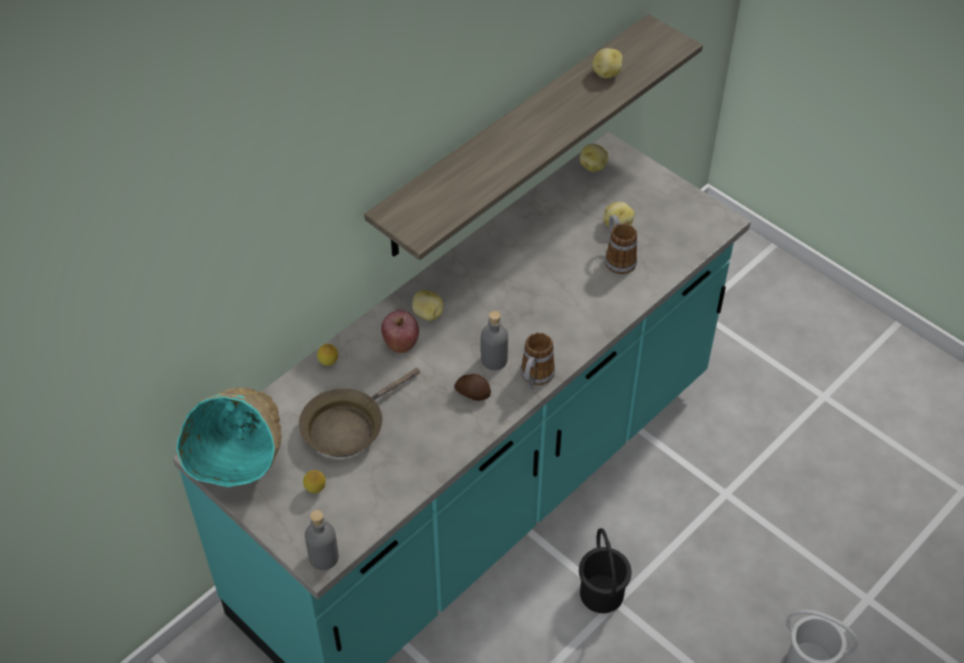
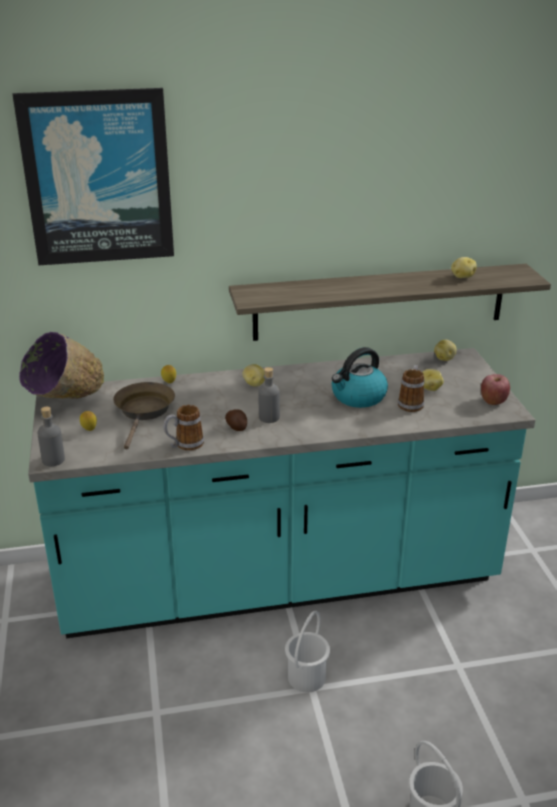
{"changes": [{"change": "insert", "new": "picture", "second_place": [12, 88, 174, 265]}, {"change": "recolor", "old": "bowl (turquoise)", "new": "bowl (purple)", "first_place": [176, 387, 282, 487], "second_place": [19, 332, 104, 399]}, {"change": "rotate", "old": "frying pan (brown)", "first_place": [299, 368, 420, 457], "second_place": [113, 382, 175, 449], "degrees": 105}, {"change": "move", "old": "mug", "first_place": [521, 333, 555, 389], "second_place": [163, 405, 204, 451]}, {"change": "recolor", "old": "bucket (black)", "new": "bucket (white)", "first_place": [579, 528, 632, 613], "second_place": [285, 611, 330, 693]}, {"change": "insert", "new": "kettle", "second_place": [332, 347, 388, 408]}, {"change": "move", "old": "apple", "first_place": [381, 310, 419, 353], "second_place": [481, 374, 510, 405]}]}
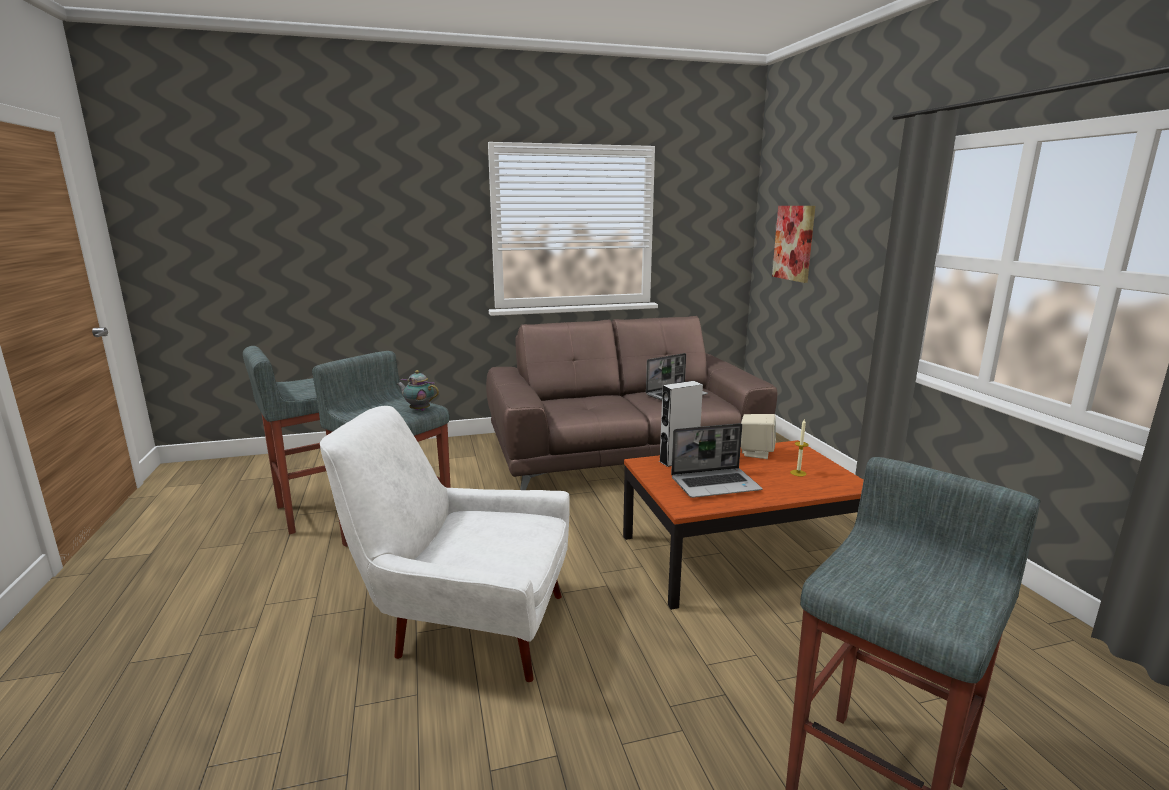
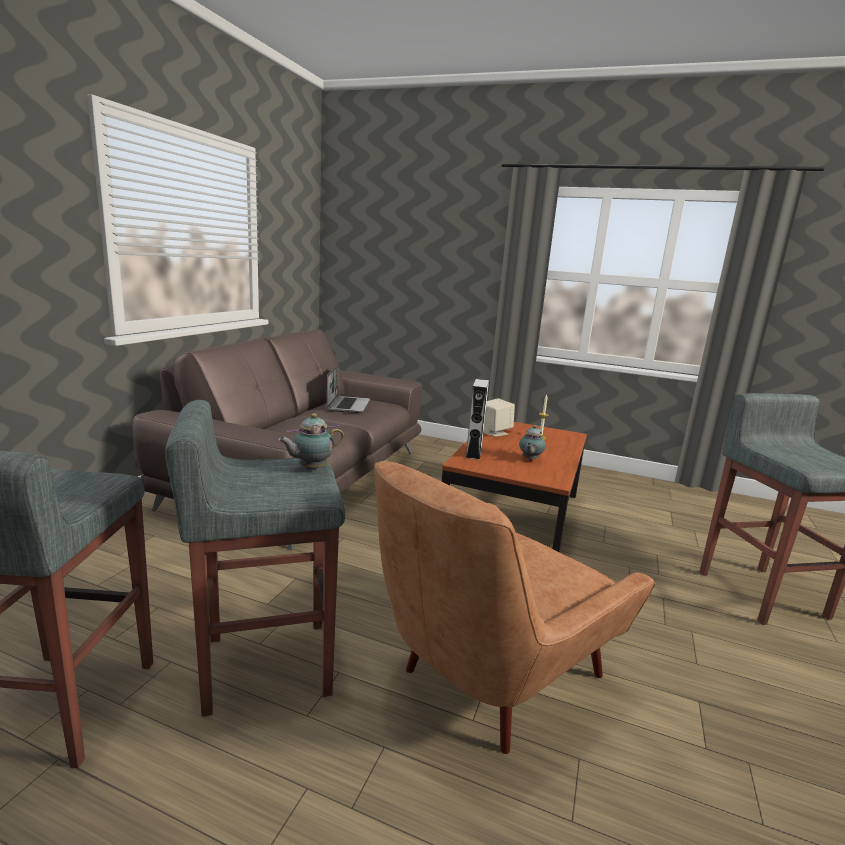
{"changes": [{"change": "recolor", "old": "armchair (white)", "new": "armchair (brown)", "first_place": [320, 406, 570, 682], "second_place": [374, 461, 656, 754]}, {"change": "replace", "old": "laptop", "new": "teapot", "first_place": [671, 423, 762, 498], "second_place": [519, 425, 546, 461]}, {"change": "delete", "old": "picture", "first_place": [772, 206, 815, 283]}]}
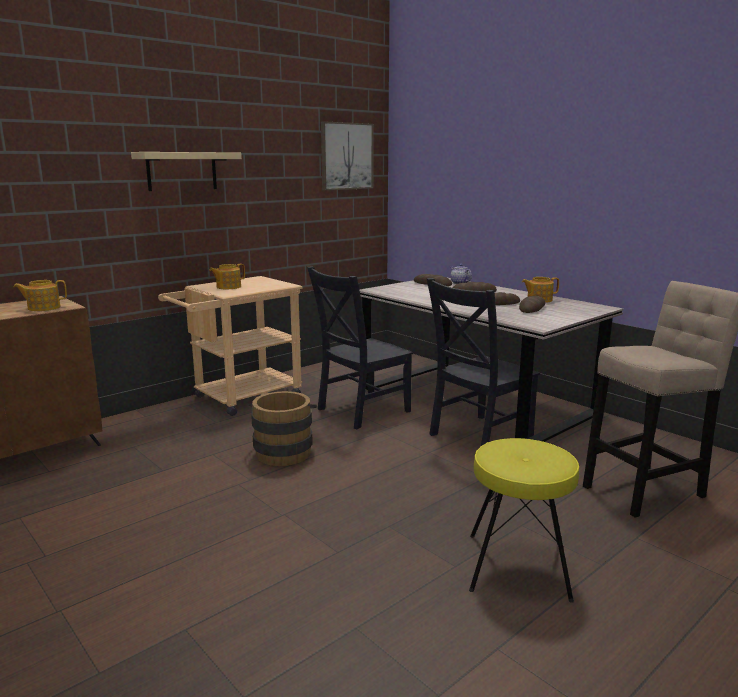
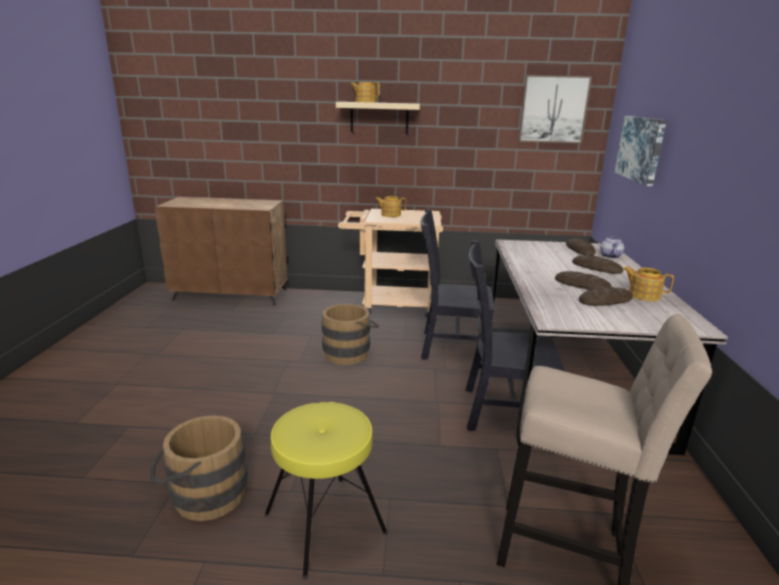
{"changes": [{"change": "insert", "new": "bucket (brown)", "second_place": [150, 415, 247, 521]}, {"change": "move", "old": "teapot", "first_place": [13, 280, 67, 311], "second_place": [351, 82, 380, 103]}, {"change": "insert", "new": "picture", "second_place": [615, 116, 667, 186]}]}
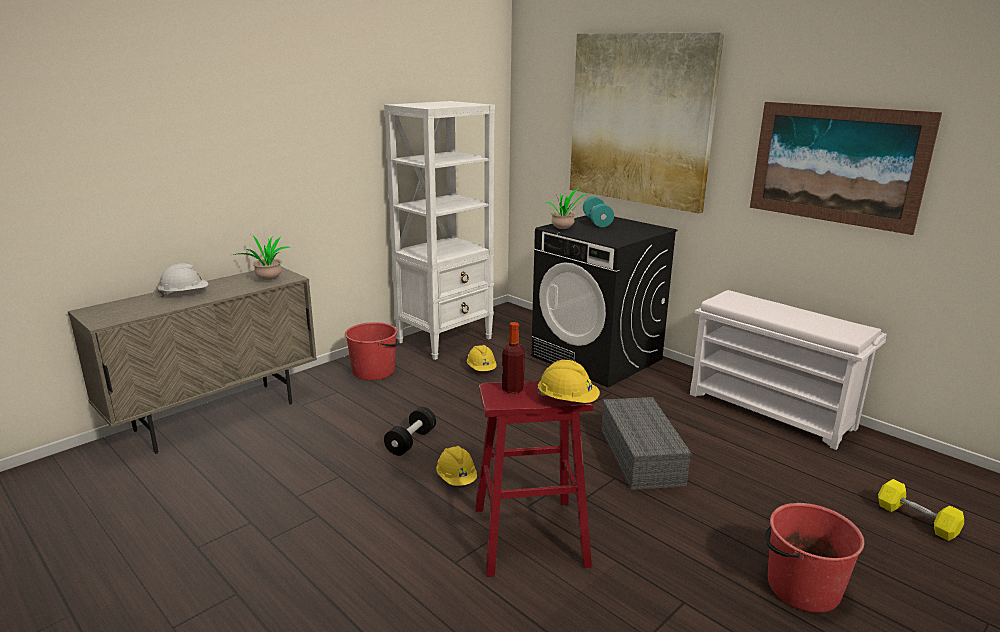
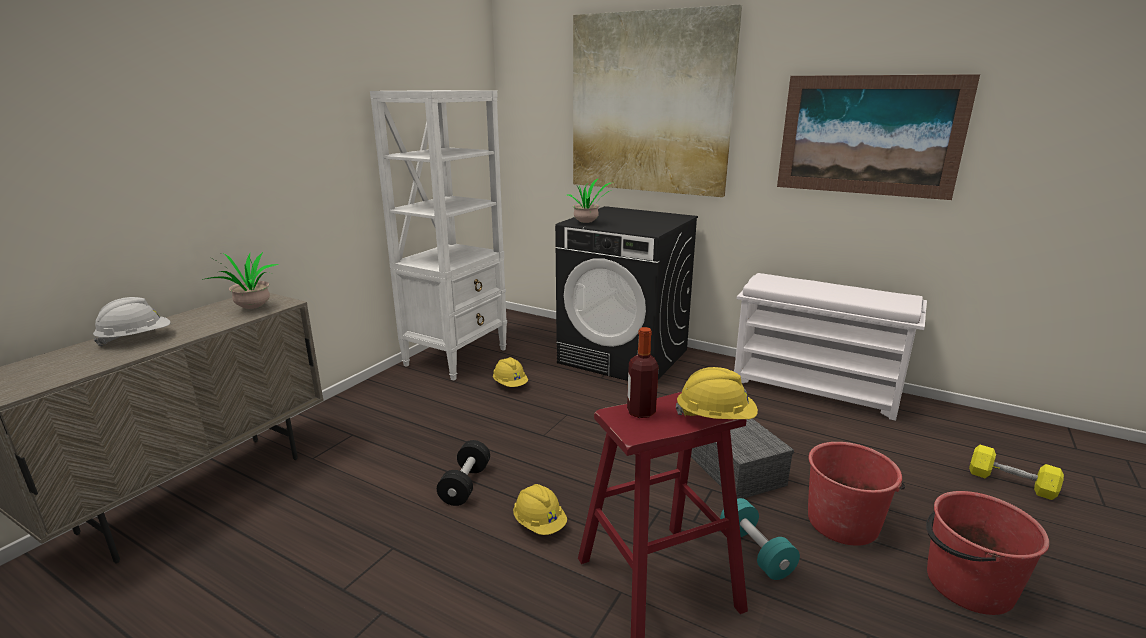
{"changes": [{"change": "move", "old": "dumbbell (turquoise)", "first_place": [583, 197, 614, 227], "second_place": [720, 498, 800, 580]}, {"change": "move", "old": "bucket (red)", "first_place": [345, 322, 399, 380], "second_place": [808, 442, 905, 546]}]}
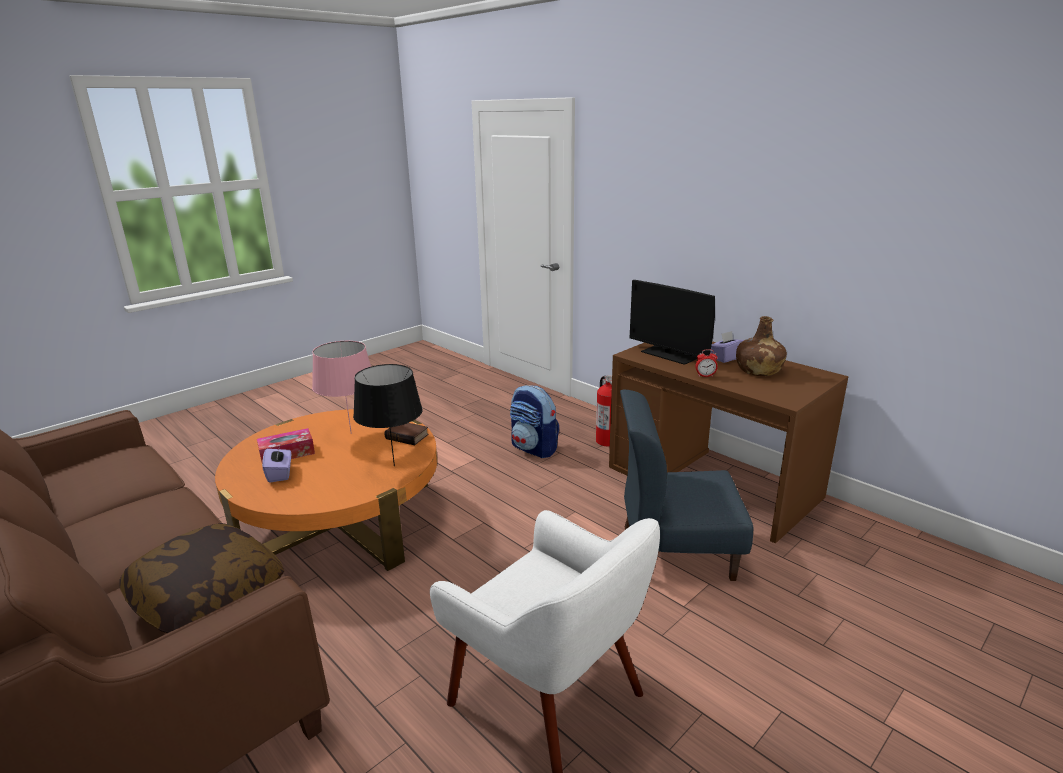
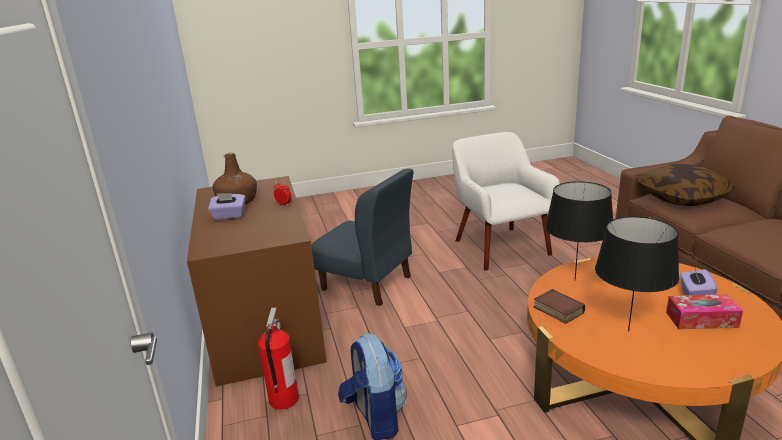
{"changes": [{"change": "recolor", "old": "table lamp (pink)", "new": "table lamp (black)", "first_place": [312, 341, 371, 434], "second_place": [595, 216, 679, 332]}, {"change": "delete", "old": "monitor", "first_place": [630, 280, 715, 365]}]}
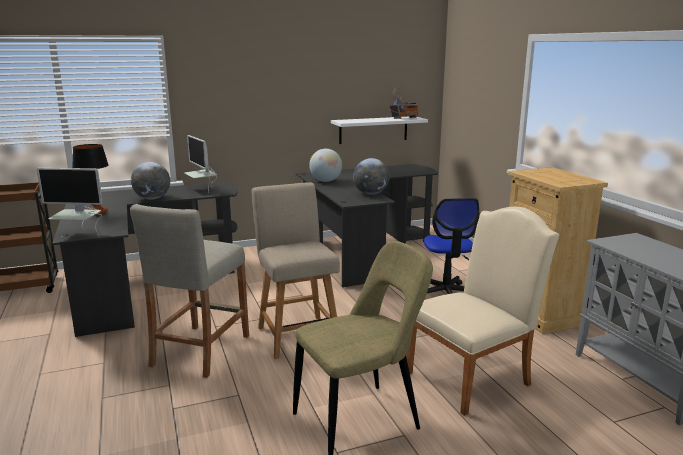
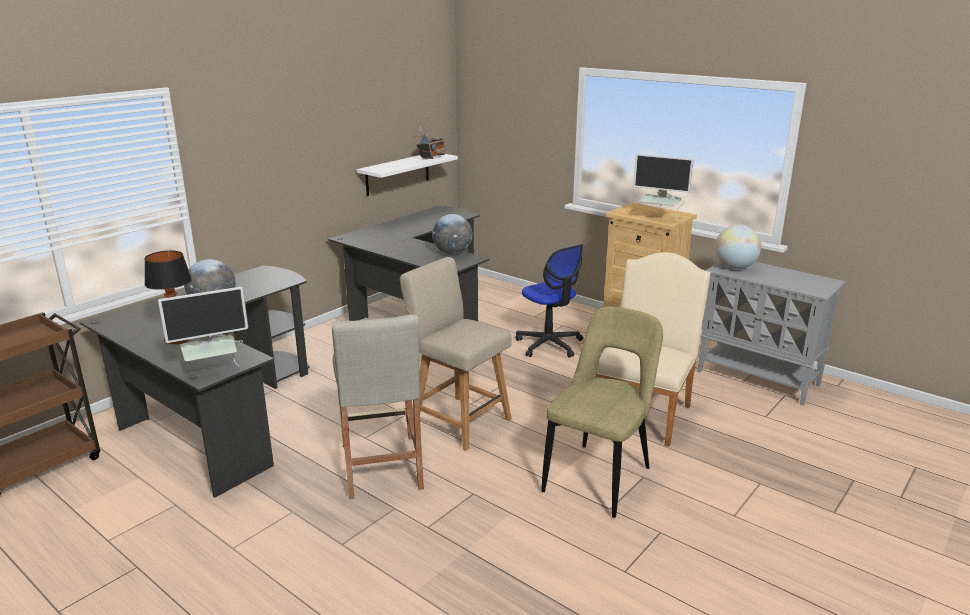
{"changes": [{"change": "move", "old": "monitor", "first_place": [185, 135, 217, 193], "second_place": [633, 154, 694, 221]}, {"change": "move", "old": "globe", "first_place": [309, 149, 342, 182], "second_place": [715, 225, 761, 269]}]}
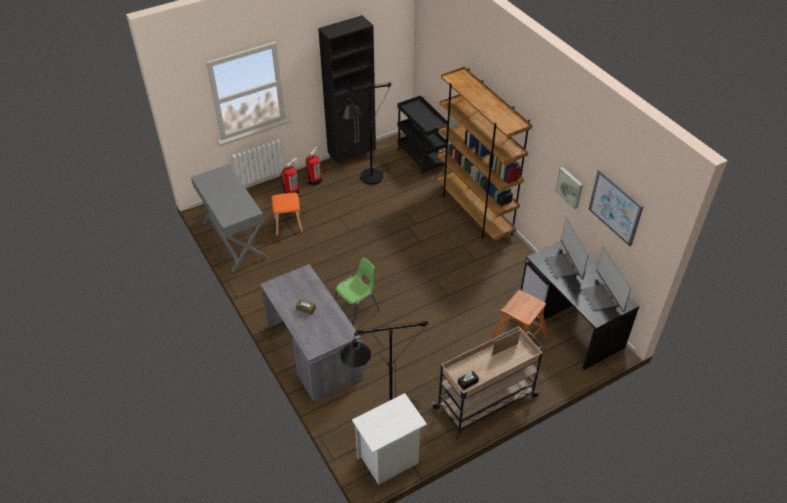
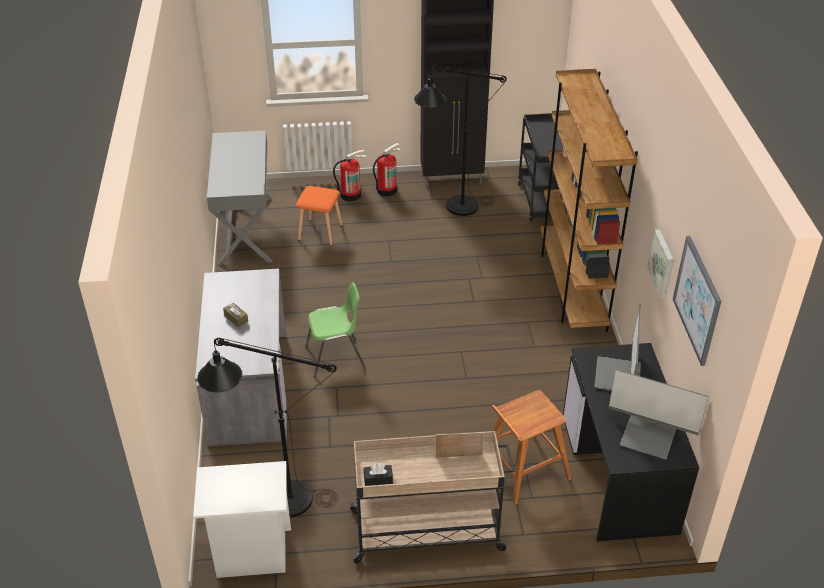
{"changes": [{"change": "rotate", "old": "monitor", "first_place": [582, 247, 631, 312], "second_place": [609, 369, 709, 459], "degrees": -75}]}
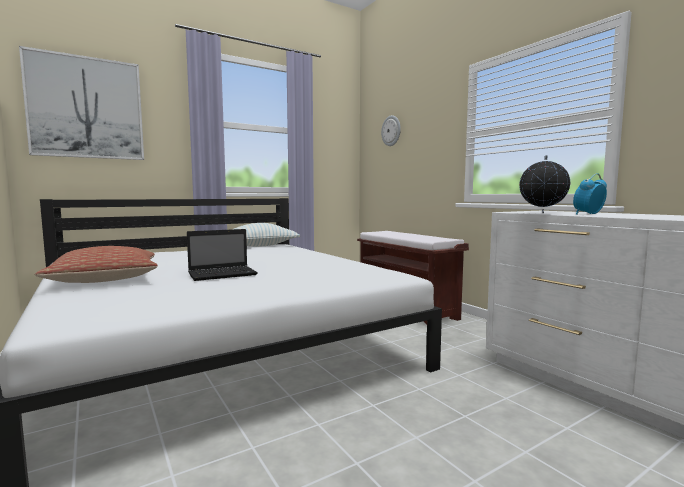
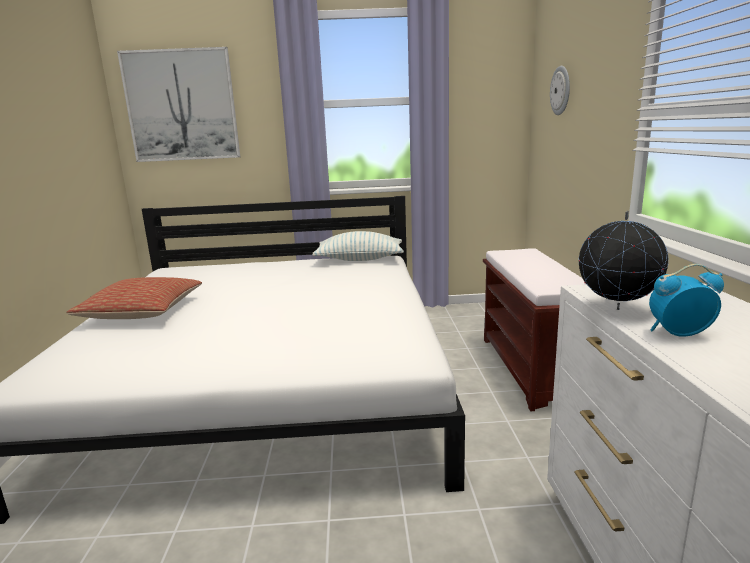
{"changes": [{"change": "delete", "old": "laptop", "first_place": [187, 229, 258, 281]}]}
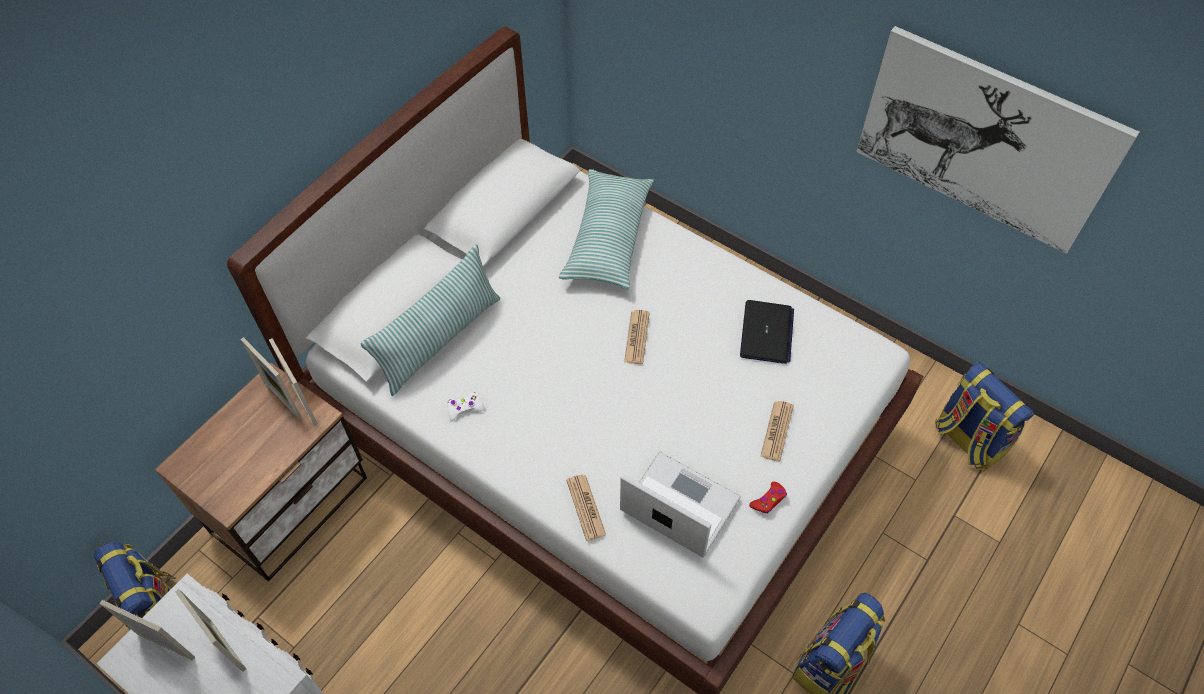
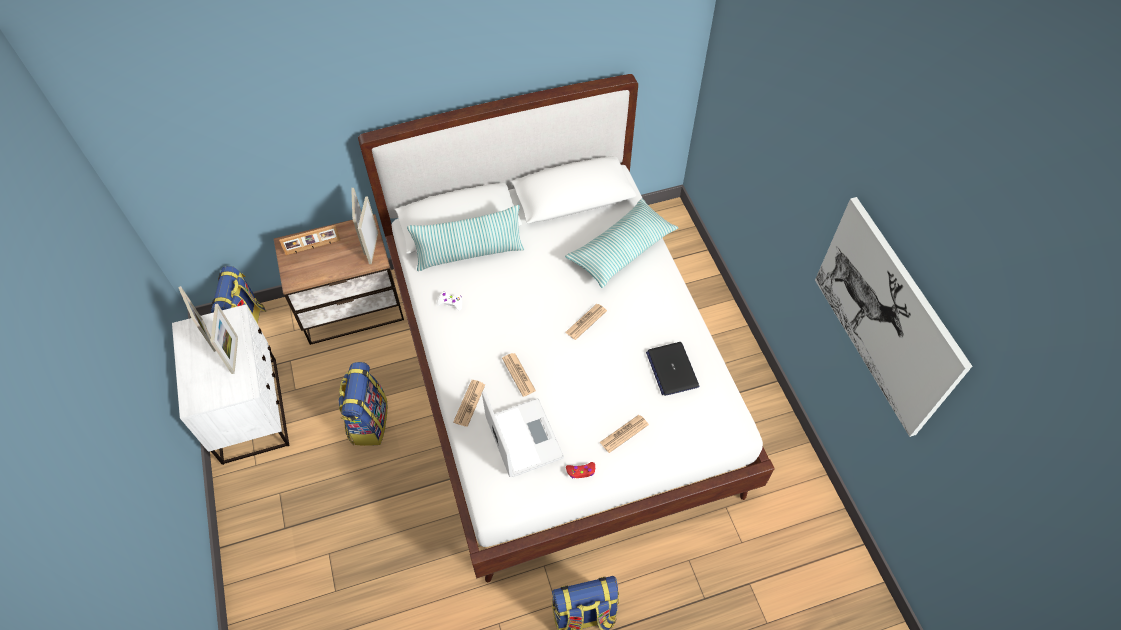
{"changes": [{"change": "insert", "new": "picture frame", "second_place": [279, 225, 340, 255]}, {"change": "move", "old": "backpack", "first_place": [935, 362, 1034, 472], "second_place": [338, 362, 387, 446]}, {"change": "insert", "new": "newspaper", "second_place": [502, 353, 536, 397]}, {"change": "rotate", "old": "laptop", "first_place": [740, 300, 794, 364], "second_place": [646, 342, 699, 396], "degrees": 120}]}
